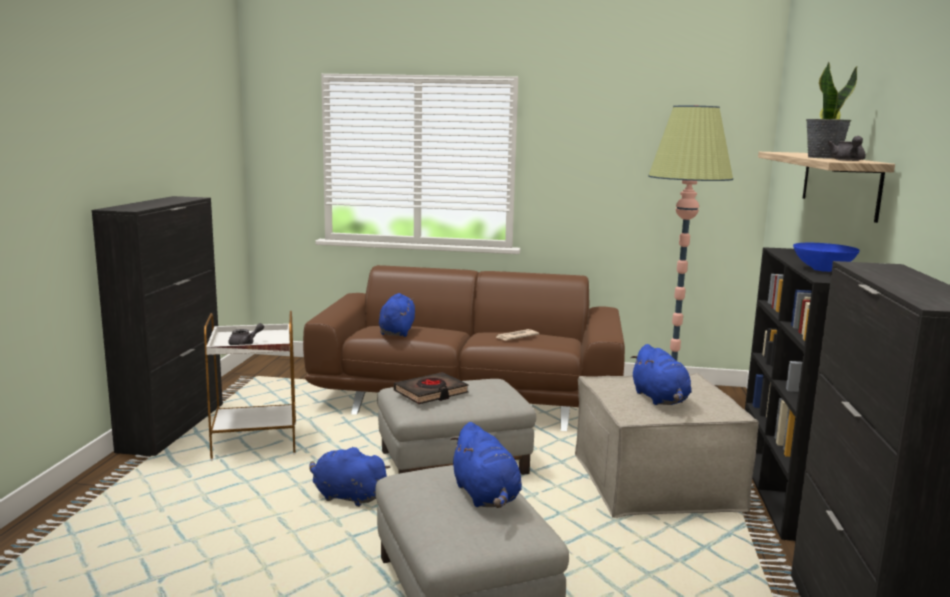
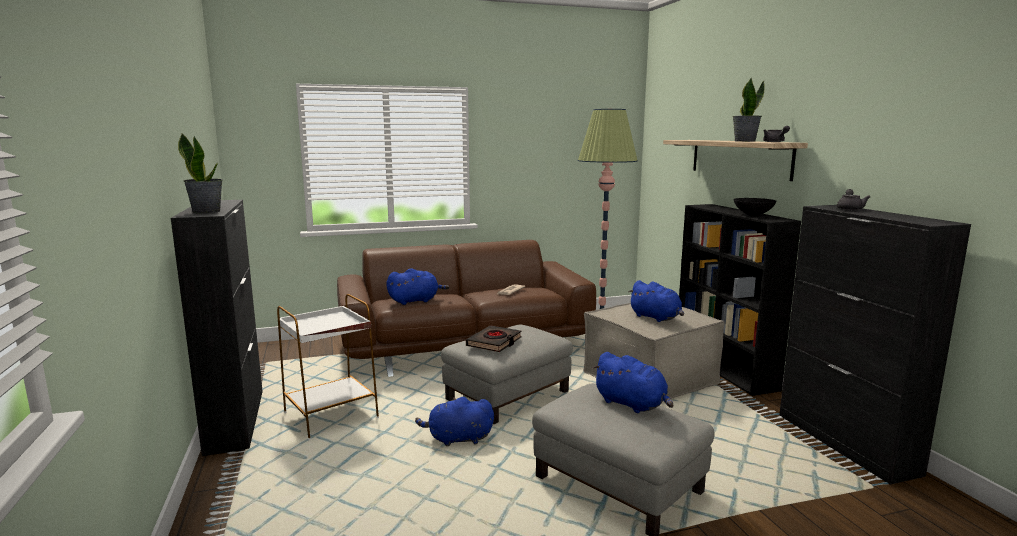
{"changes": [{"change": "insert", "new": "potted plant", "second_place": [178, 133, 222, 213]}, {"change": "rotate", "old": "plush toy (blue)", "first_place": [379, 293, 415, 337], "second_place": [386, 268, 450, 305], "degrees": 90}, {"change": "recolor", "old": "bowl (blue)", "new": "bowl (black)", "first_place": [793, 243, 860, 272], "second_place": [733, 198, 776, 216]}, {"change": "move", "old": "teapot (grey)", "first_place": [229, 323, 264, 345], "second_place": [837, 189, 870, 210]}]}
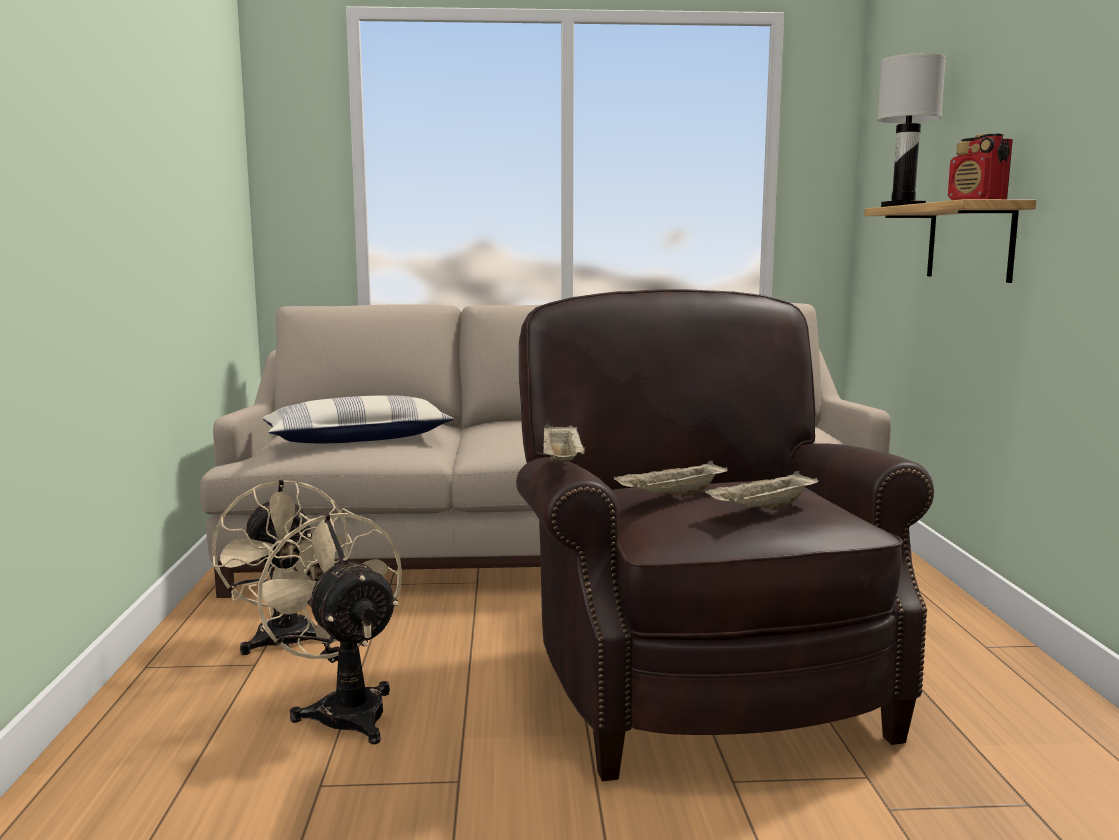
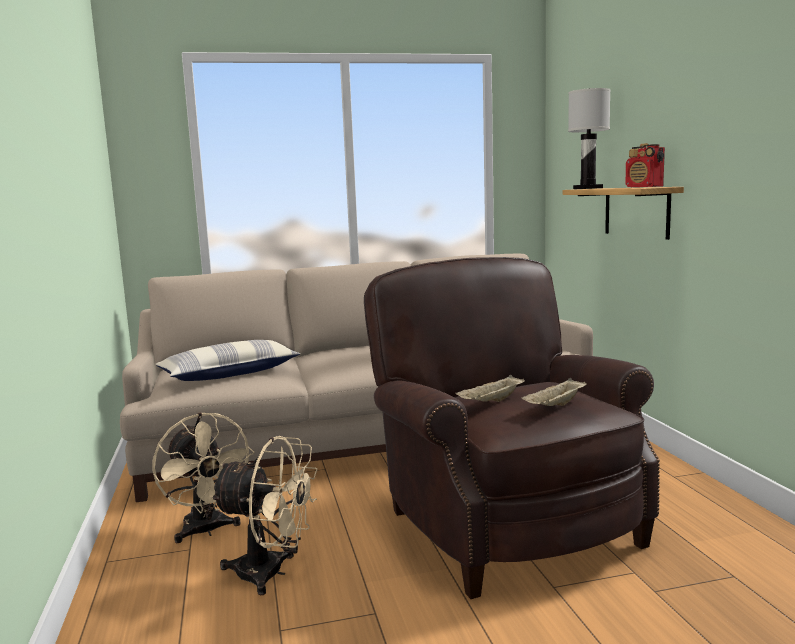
{"changes": [{"change": "rotate", "old": "fan (beige)", "first_place": [248, 508, 402, 744], "second_place": [210, 436, 318, 595], "degrees": 150}, {"change": "delete", "old": "tray (beige)", "first_place": [543, 424, 585, 461]}]}
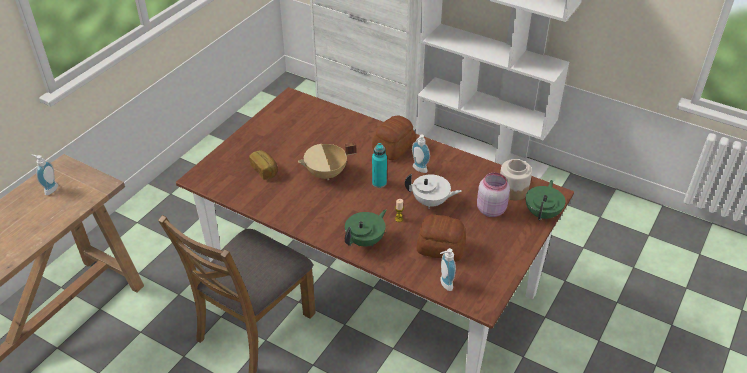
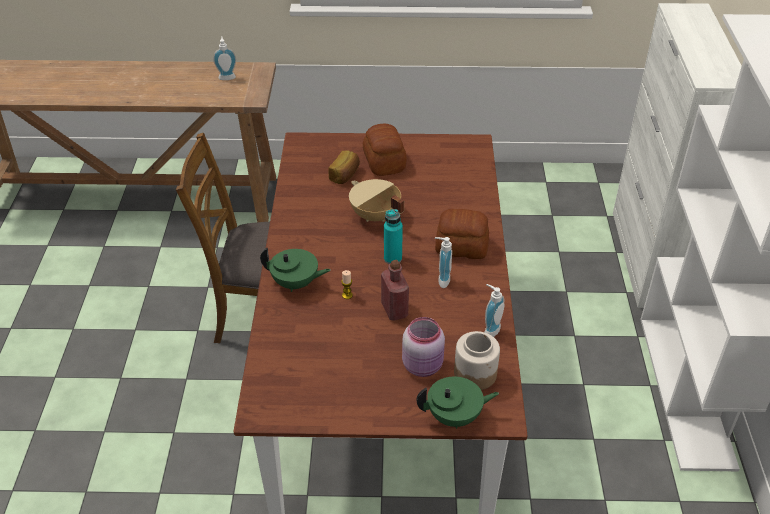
{"changes": [{"change": "move", "old": "bread", "first_place": [417, 214, 466, 262], "second_place": [363, 124, 407, 176]}, {"change": "replace", "old": "teapot (white)", "new": "bottle (red)", "first_place": [405, 174, 462, 209], "second_place": [381, 260, 409, 321]}, {"change": "move", "old": "soap dispenser", "first_place": [440, 248, 456, 291], "second_place": [485, 284, 504, 337]}]}
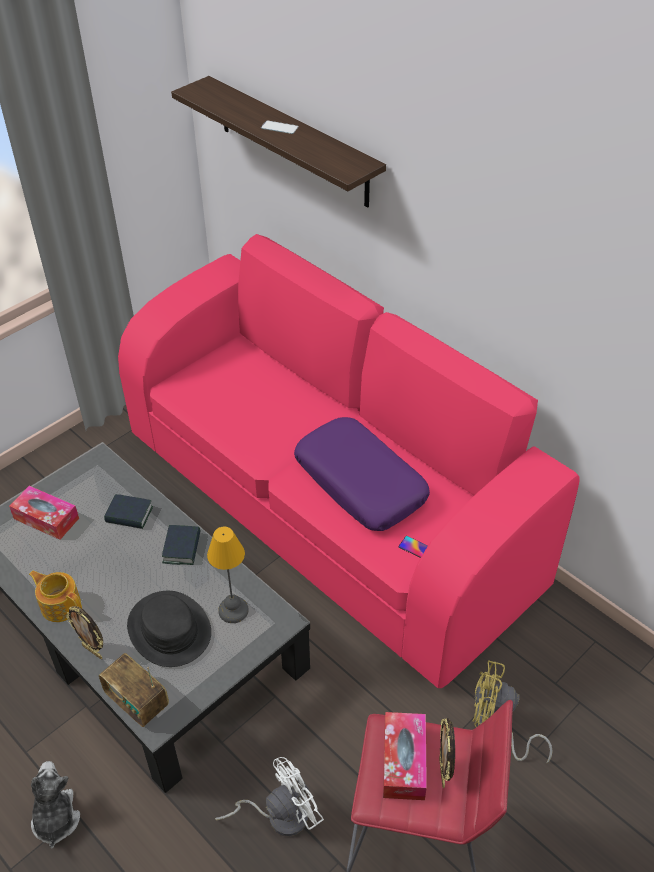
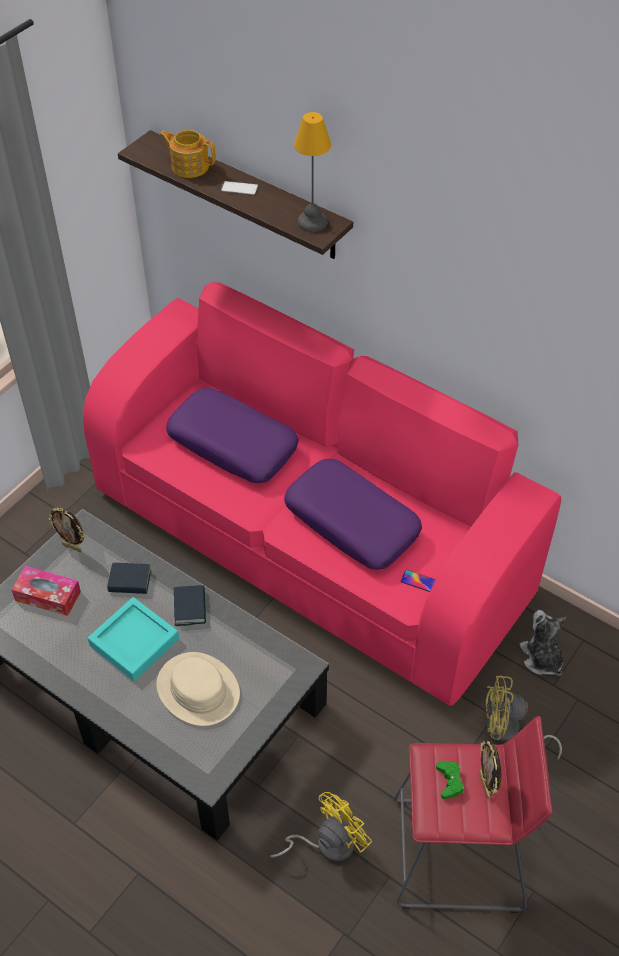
{"changes": [{"change": "move", "old": "picture frame", "first_place": [66, 606, 103, 659], "second_place": [48, 507, 85, 553]}, {"change": "insert", "new": "tray (turquoise)", "second_place": [88, 597, 179, 681]}, {"change": "recolor", "old": "hat (black)", "new": "hat (beige)", "first_place": [127, 591, 211, 667], "second_place": [156, 652, 240, 726]}, {"change": "move", "old": "teapot", "first_place": [29, 571, 82, 622], "second_place": [160, 130, 216, 178]}, {"change": "insert", "new": "pillow (purple)", "second_place": [166, 388, 299, 483]}, {"change": "recolor", "old": "fan (white)", "new": "fan (yellow)", "first_place": [215, 757, 324, 836], "second_place": [270, 792, 372, 861]}, {"change": "move", "old": "table lamp", "first_place": [207, 527, 249, 623], "second_place": [294, 112, 331, 232]}, {"change": "replace", "old": "tissue box", "new": "game controller (green)", "first_place": [383, 712, 427, 800], "second_place": [436, 762, 464, 799]}, {"change": "move", "old": "plush toy", "first_place": [31, 761, 80, 848], "second_place": [519, 610, 566, 676]}, {"change": "delete", "old": "radio", "first_place": [99, 653, 169, 727]}]}
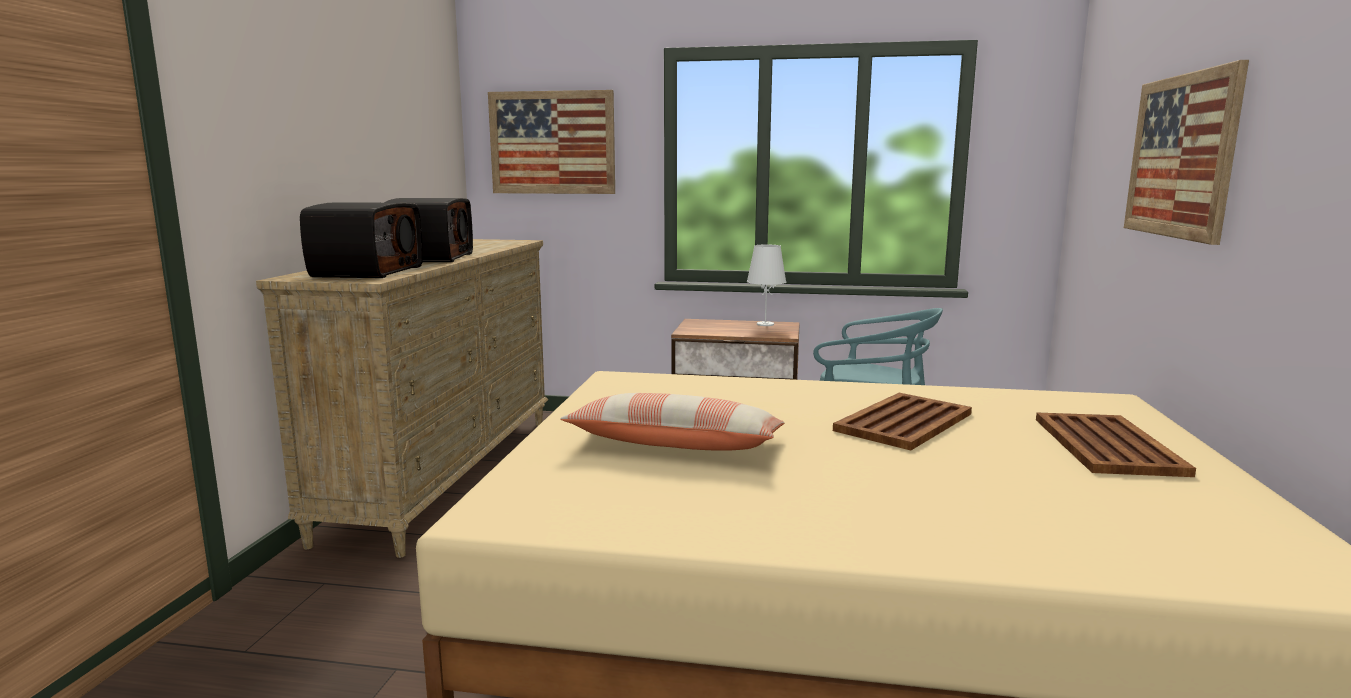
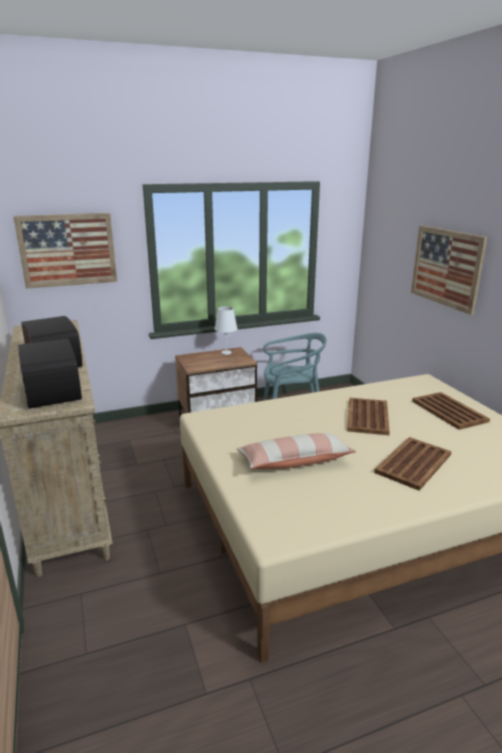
{"changes": [{"change": "insert", "new": "tray (brown)", "second_place": [374, 437, 452, 491]}]}
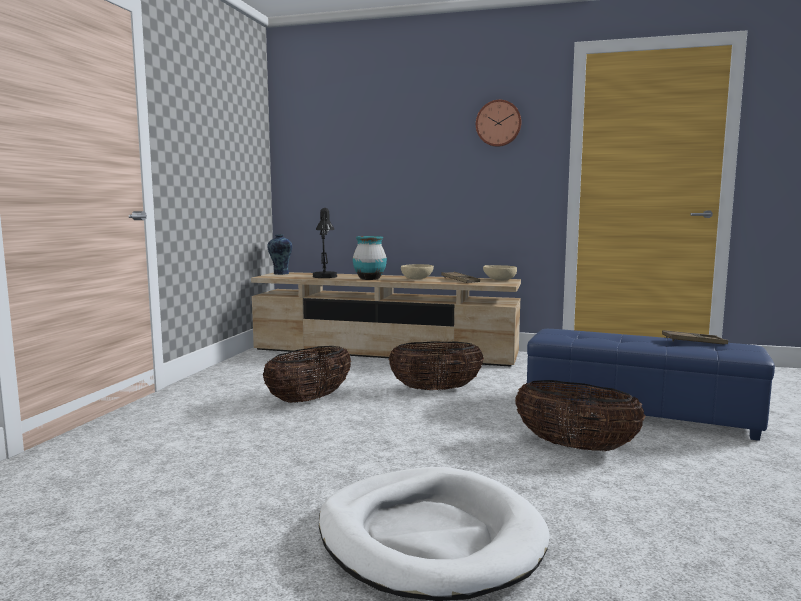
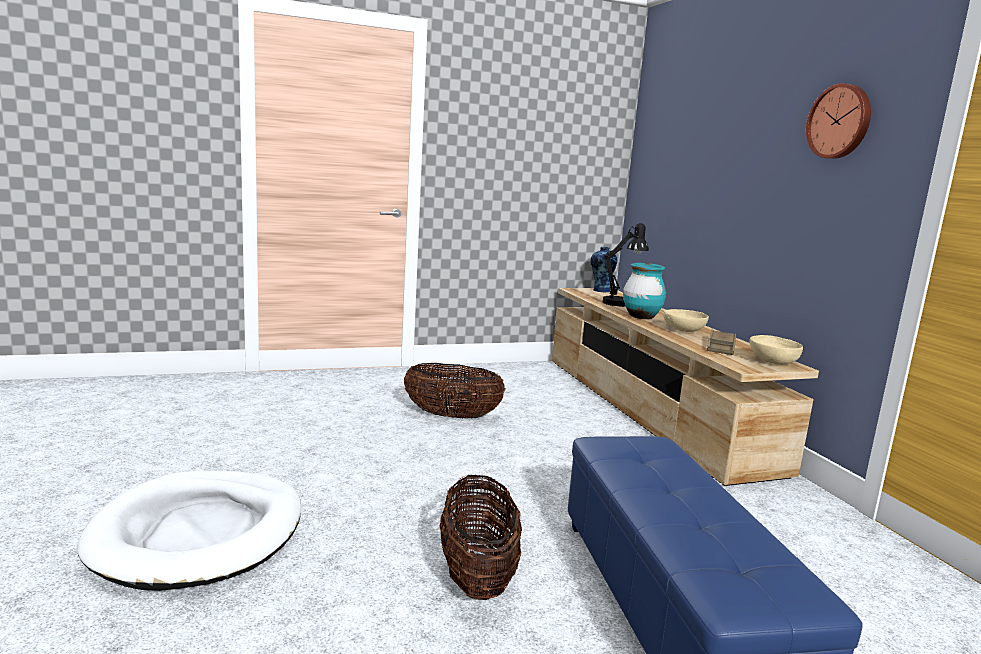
{"changes": [{"change": "delete", "old": "basket", "first_place": [389, 341, 484, 391]}, {"change": "delete", "old": "tray (brown)", "first_place": [662, 330, 728, 344]}]}
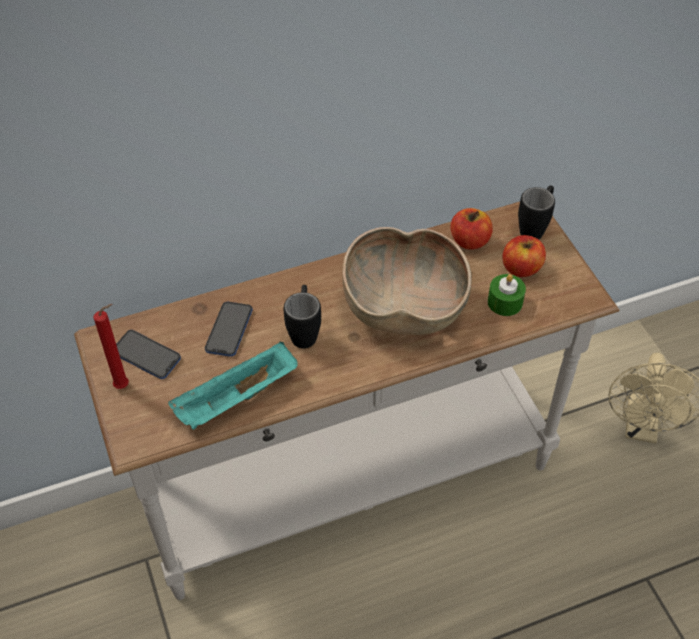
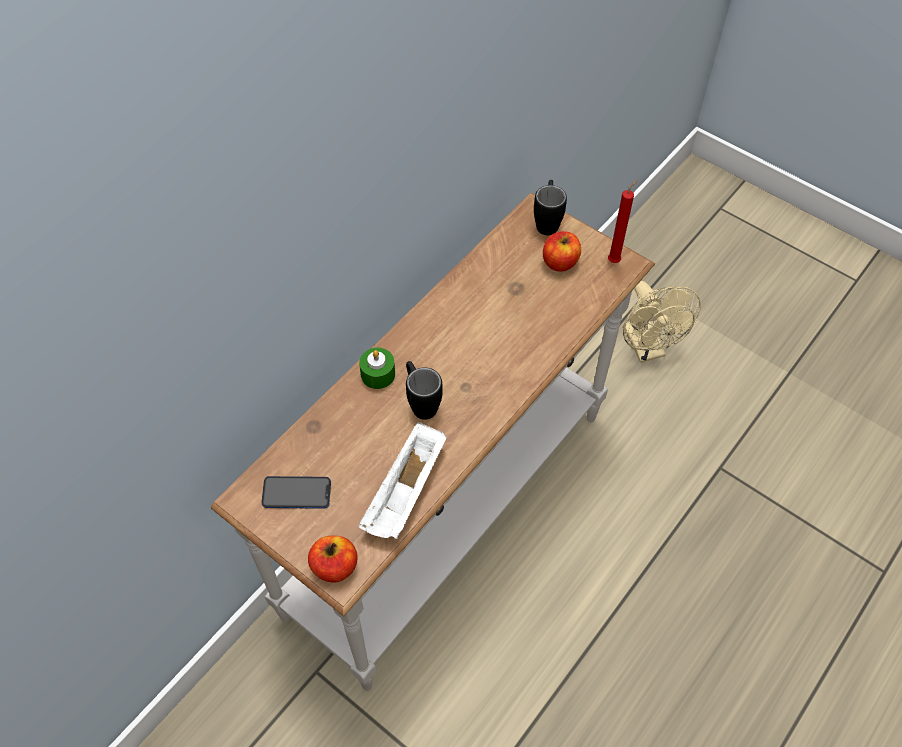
{"changes": [{"change": "move", "old": "apple", "first_place": [450, 208, 493, 249], "second_place": [308, 536, 357, 583]}, {"change": "move", "old": "candle (green)", "first_place": [488, 274, 526, 316], "second_place": [359, 348, 395, 389]}, {"change": "recolor", "old": "tray (turquoise)", "new": "tray (white)", "first_place": [168, 342, 298, 430], "second_place": [359, 422, 446, 539]}, {"change": "move", "old": "candle (red)", "first_place": [93, 304, 129, 389], "second_place": [608, 179, 638, 263]}, {"change": "delete", "old": "phone", "first_place": [205, 302, 253, 357]}, {"change": "delete", "old": "bowl (brown)", "first_place": [342, 227, 472, 335]}]}
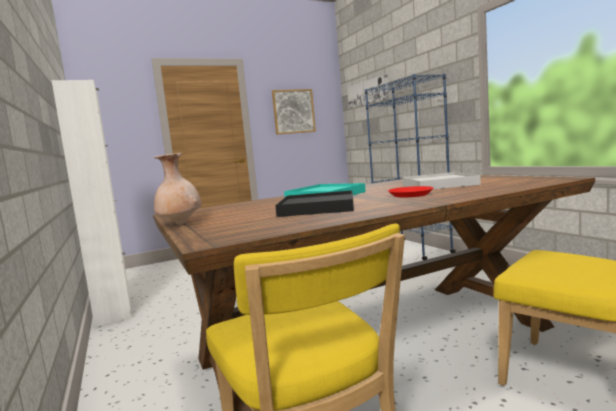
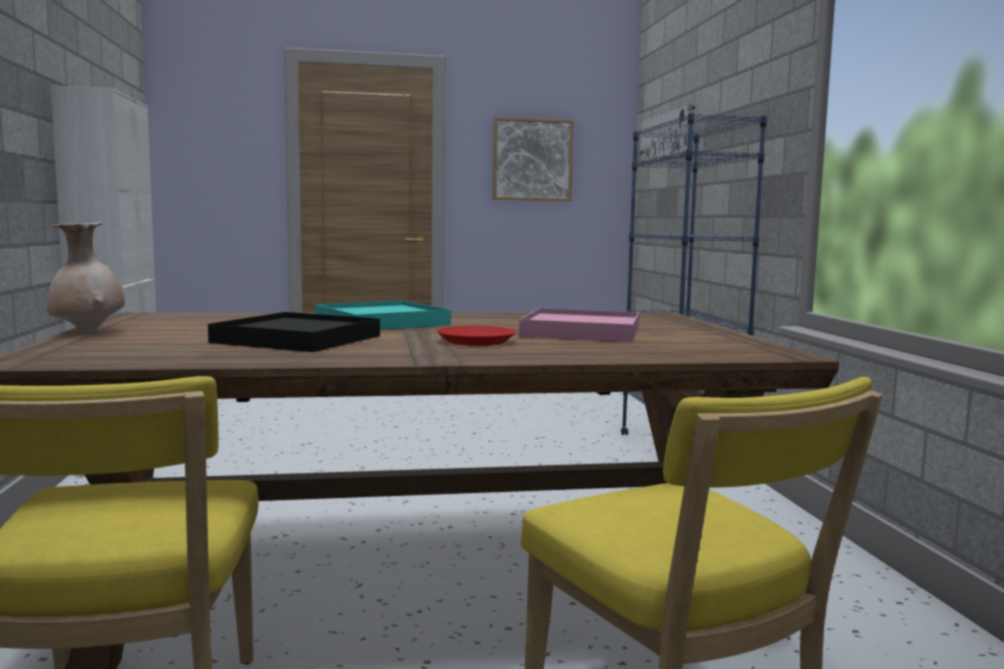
{"changes": [{"change": "recolor", "old": "tray (white)", "new": "tray (pink)", "first_place": [402, 172, 481, 189], "second_place": [519, 308, 639, 342]}]}
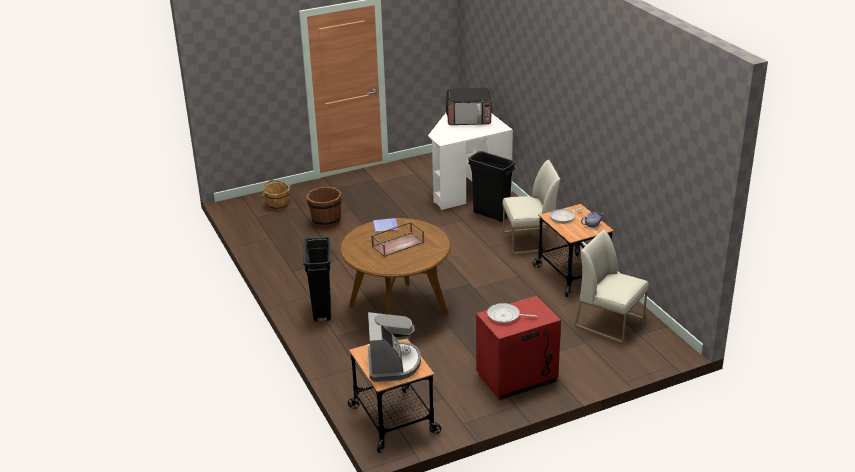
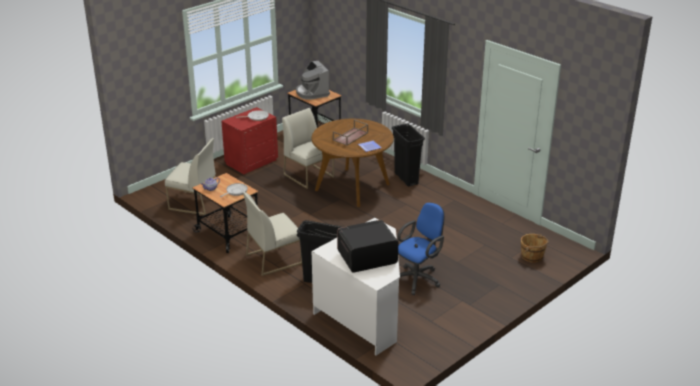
{"changes": [{"change": "insert", "new": "chair (white)", "second_place": [282, 108, 334, 189]}, {"change": "insert", "new": "office chair (blue)", "second_place": [397, 202, 444, 295]}, {"change": "delete", "old": "bucket (brown)", "first_place": [306, 187, 342, 228]}]}
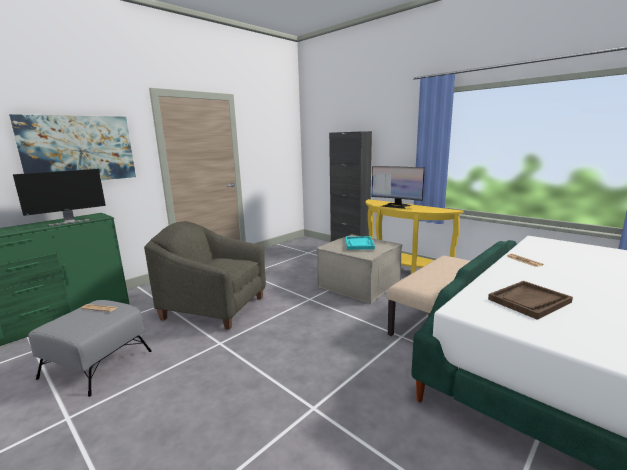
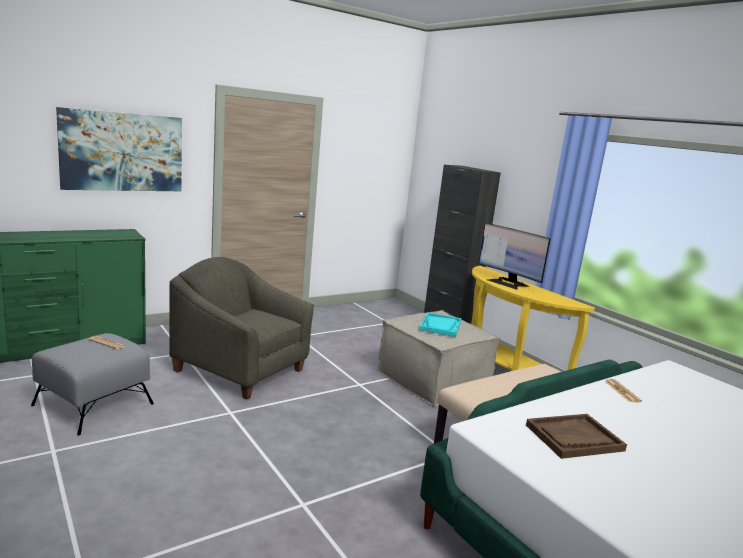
{"changes": [{"change": "delete", "old": "monitor", "first_place": [13, 169, 106, 226]}]}
